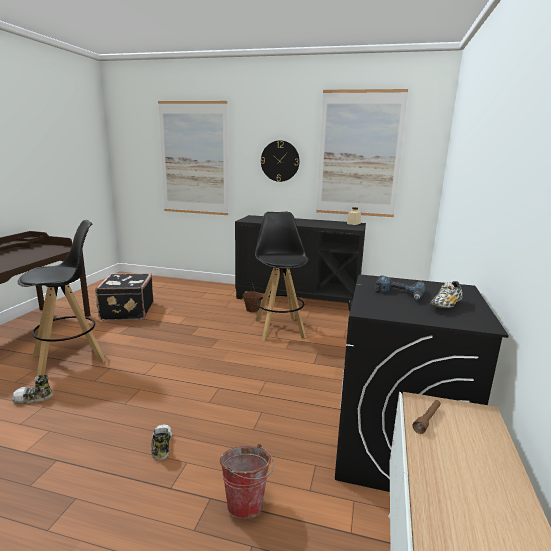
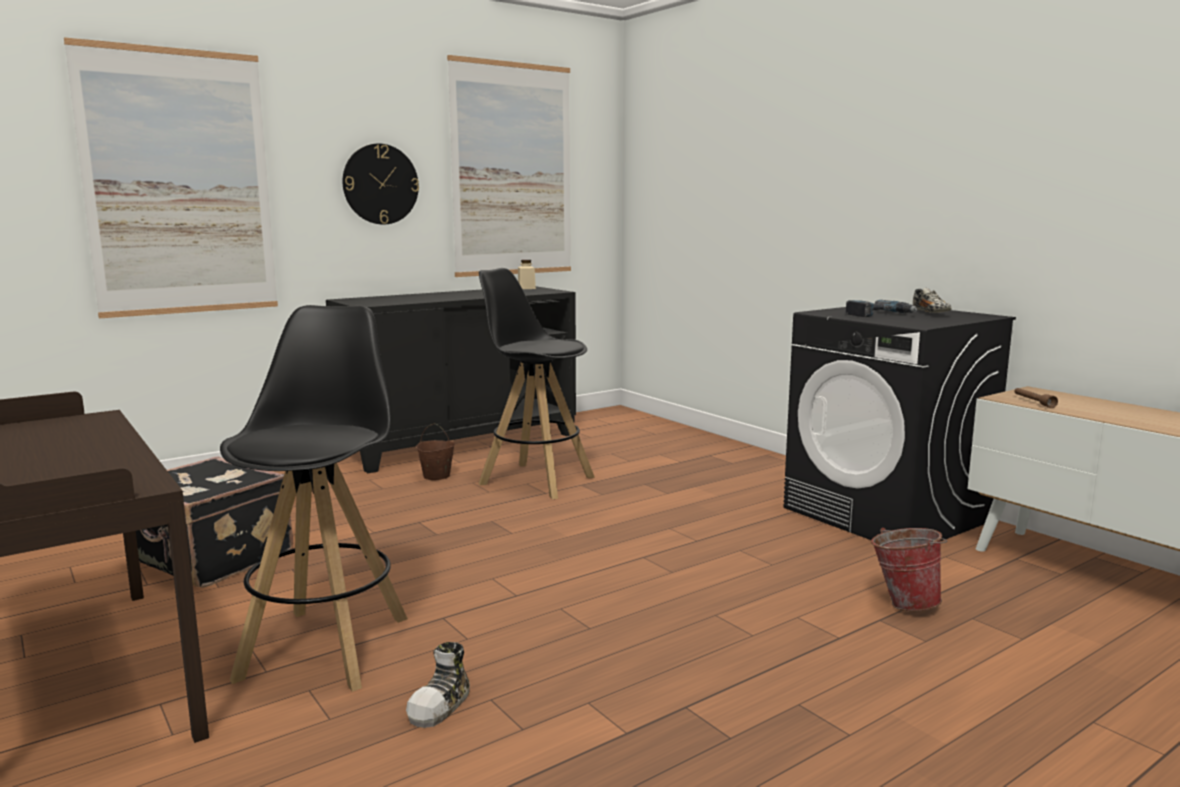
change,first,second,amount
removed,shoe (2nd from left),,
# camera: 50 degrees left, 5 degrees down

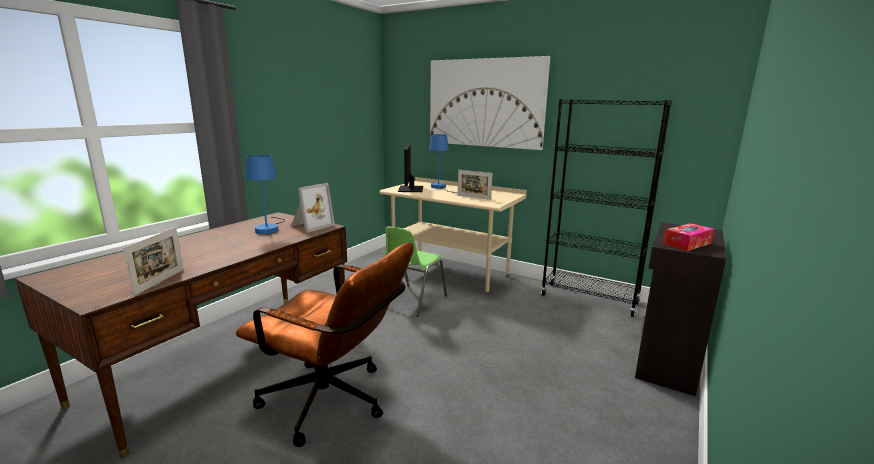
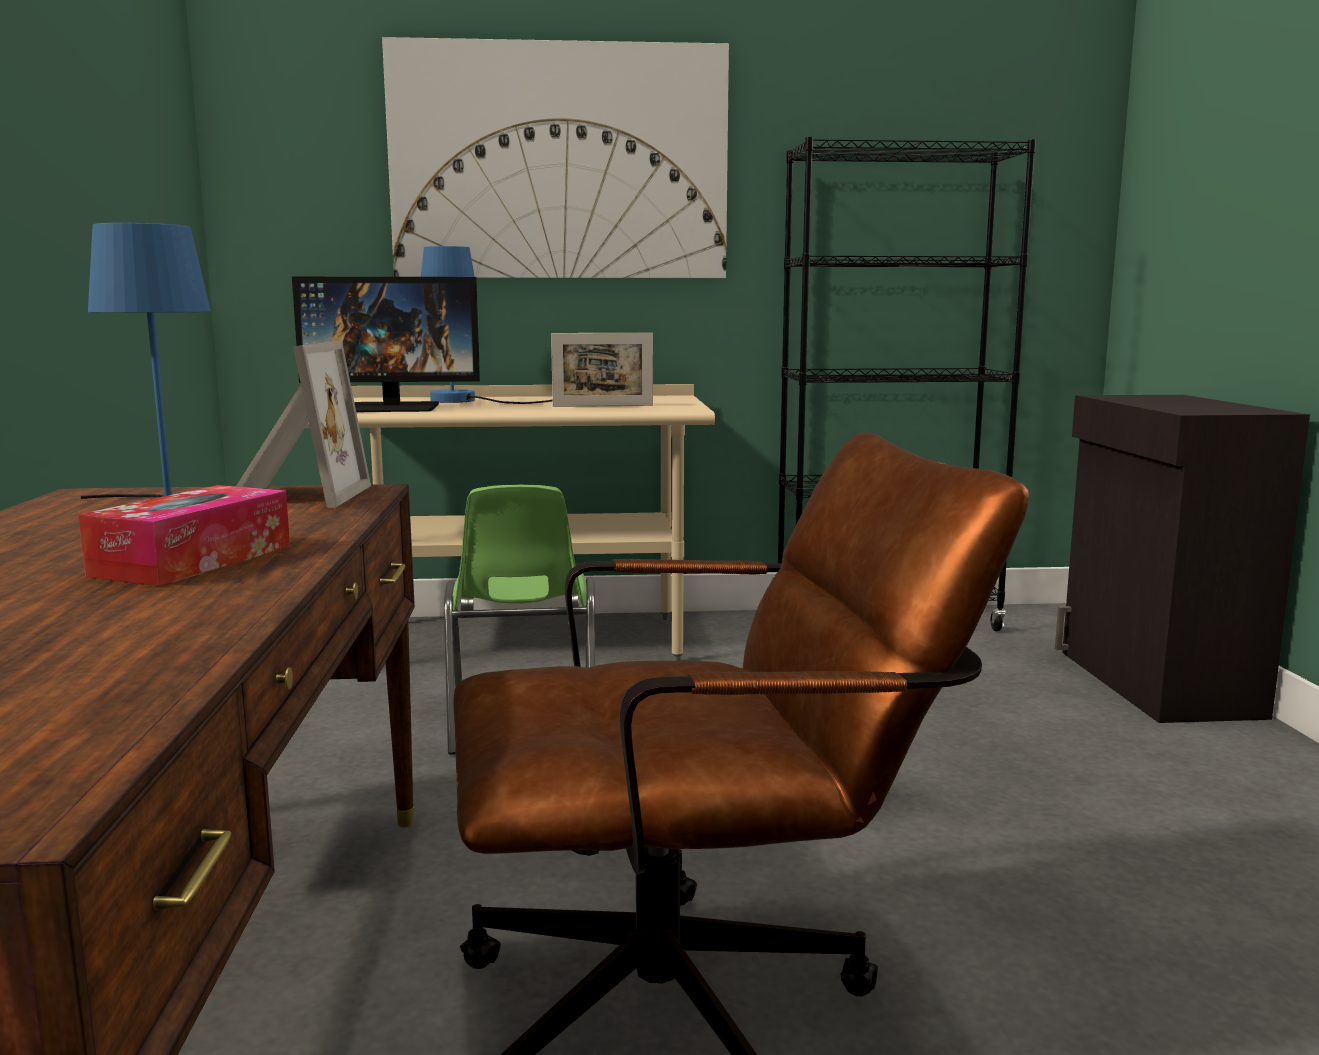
change,first,second,amount
turned,monitor,,60 degrees counterclockwise
moved,tissue box,,
removed,picture frame (1st from left),,
# camera: 35 degrees left, 5 degrees down

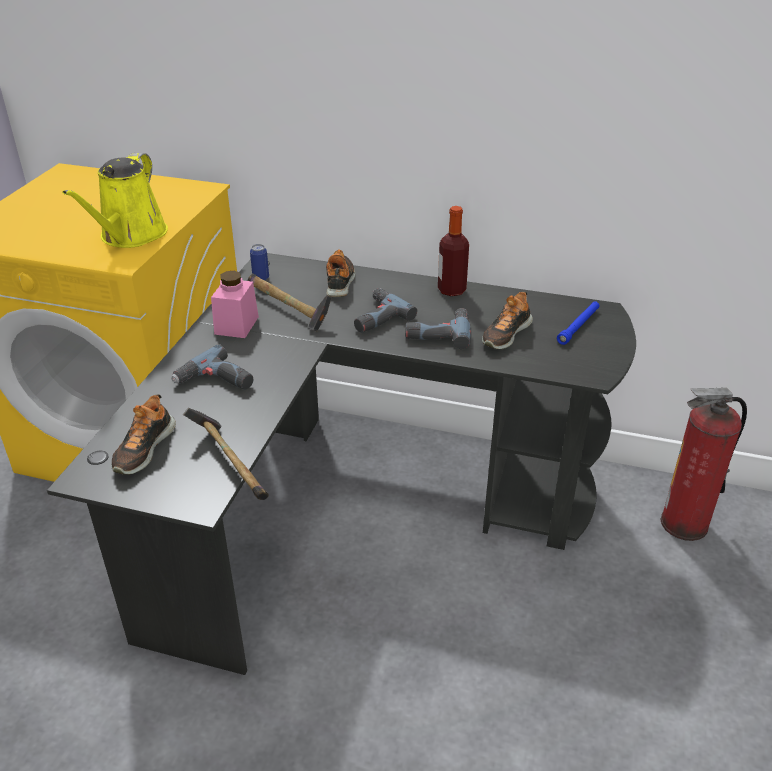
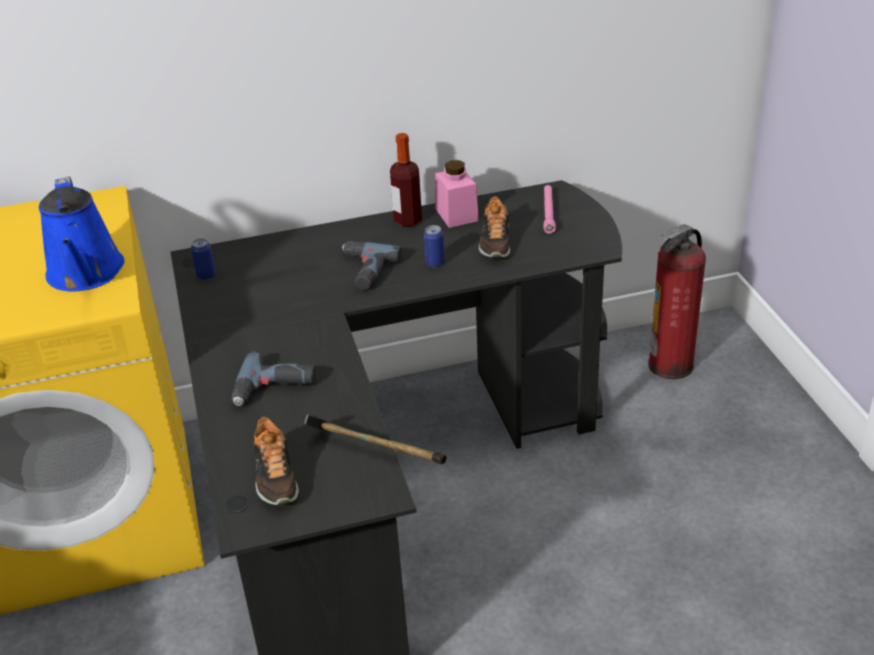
change,first,second,amount
recoloured,yellow watering can,blue watering can,
removed,shoe (2nd from left),,
moved,pink jar,,
removed,hammer (2nd from left),,
recoloured,blue flashlight,pink flashlight,
replaced,power drill (3rd from left),can (2nd from left),
# camera: 30 degrees left, 0 degrees up

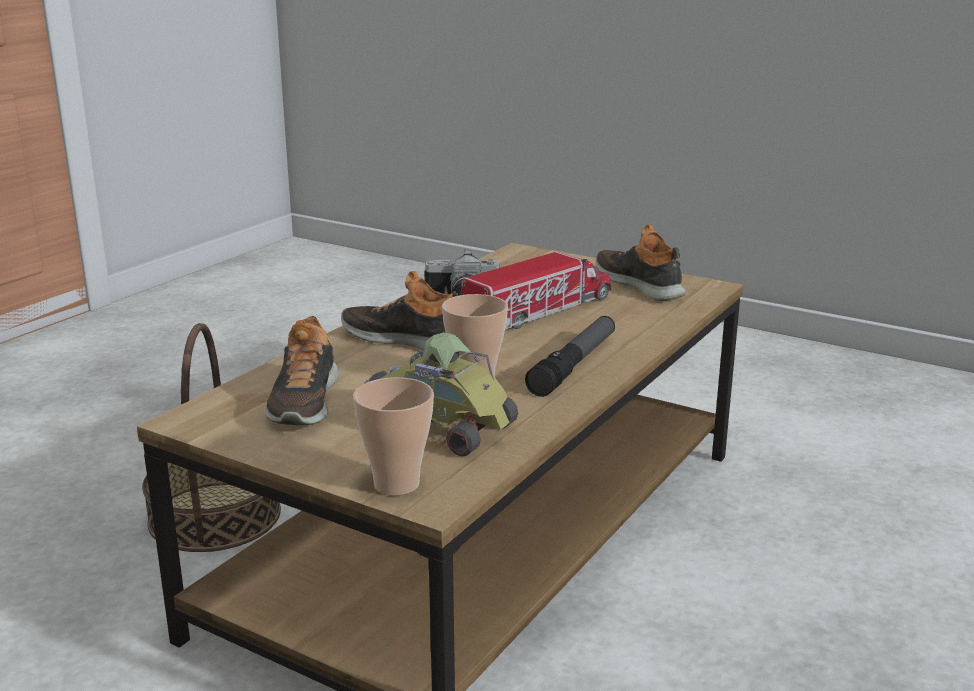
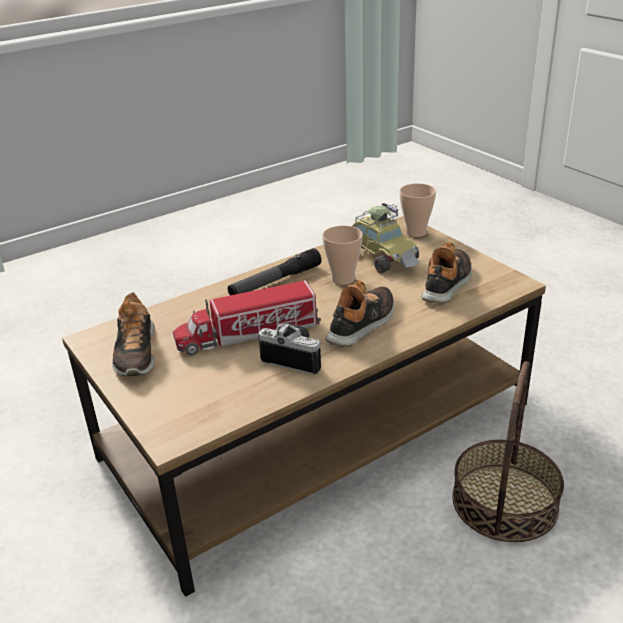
change,first,second,amount
turned,shoe (2nd from left),,105 degrees counterclockwise
# camera: 155 degrees left, 10 degrees up

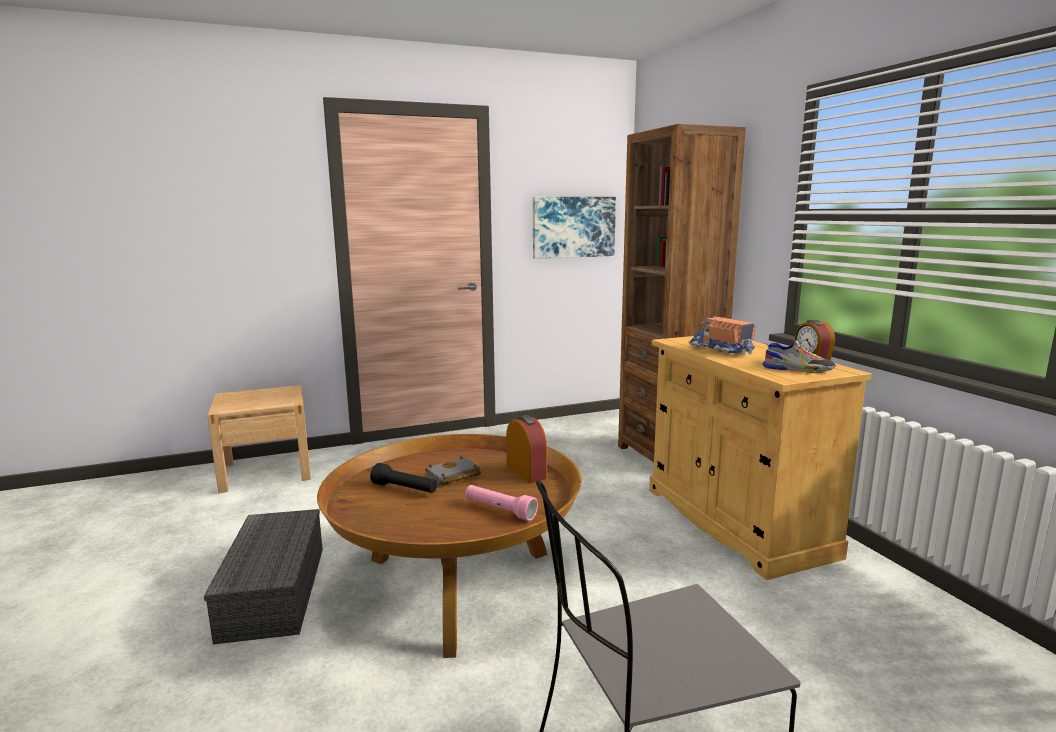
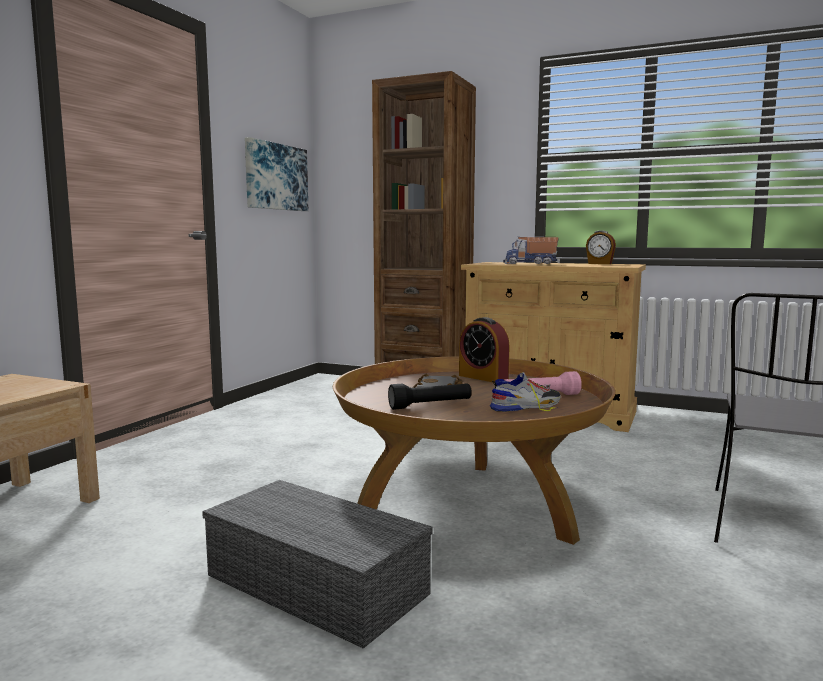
change,first,second,amount
moved,shoe,,
turned,alarm clock (1st from left),,150 degrees counterclockwise
# camera: 45 degrees left, 5 degrees down

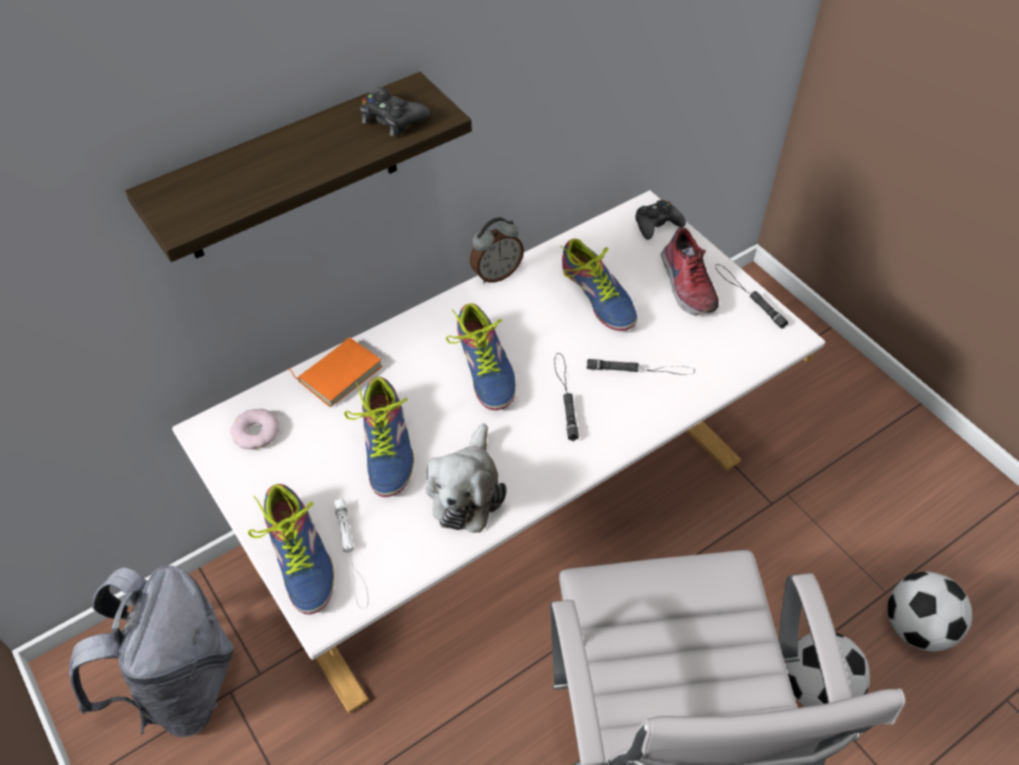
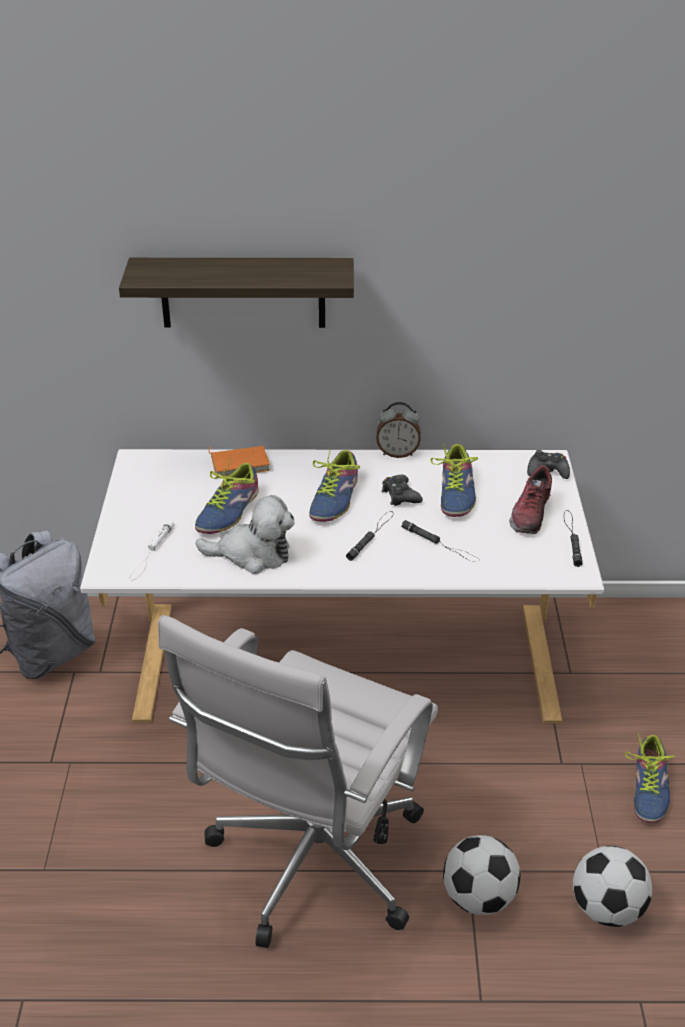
change,first,second,amount
moved,black game controller (1st from left),,
removed,donut,,
turned,plush toy,,135 degrees counterclockwise
moved,shoe (1st from left in the first image),shoe (5th from left),
# camera: 35 degrees right, 15 degrees down

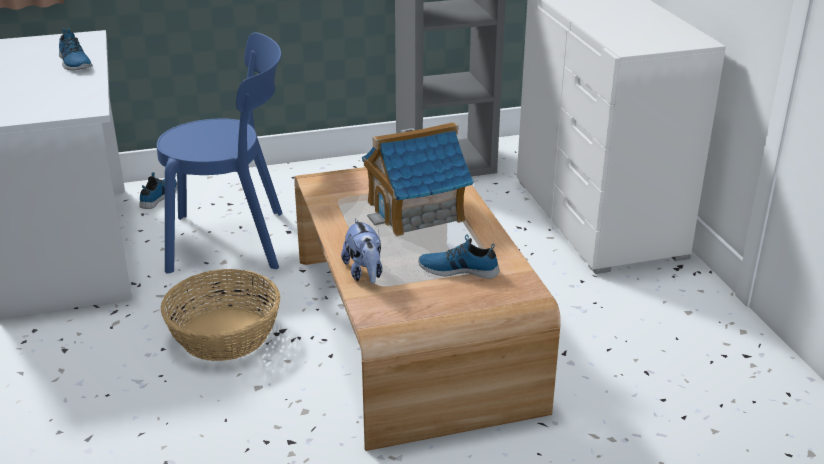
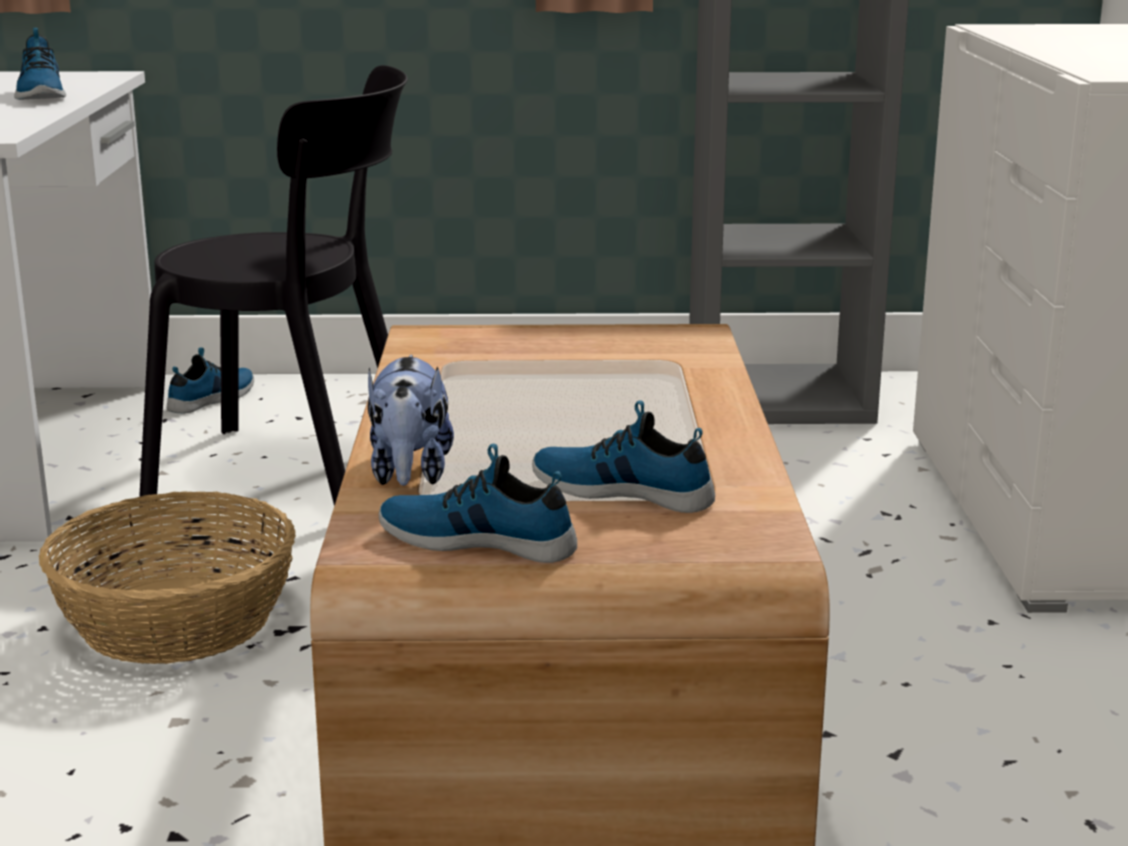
change,first,second,amount
recoloured,blue chair,black chair,
removed,toy house,,
added,,shoe (3rd from left),
# camera: 15 degrees right, 10 degrees down

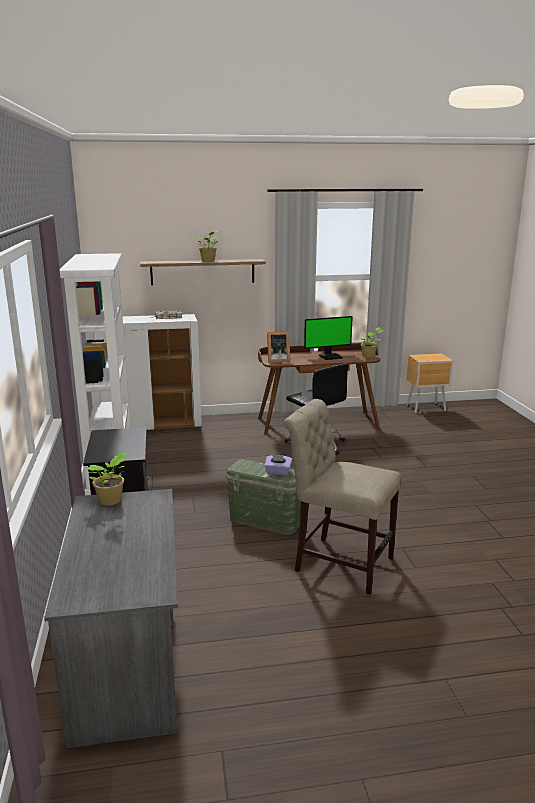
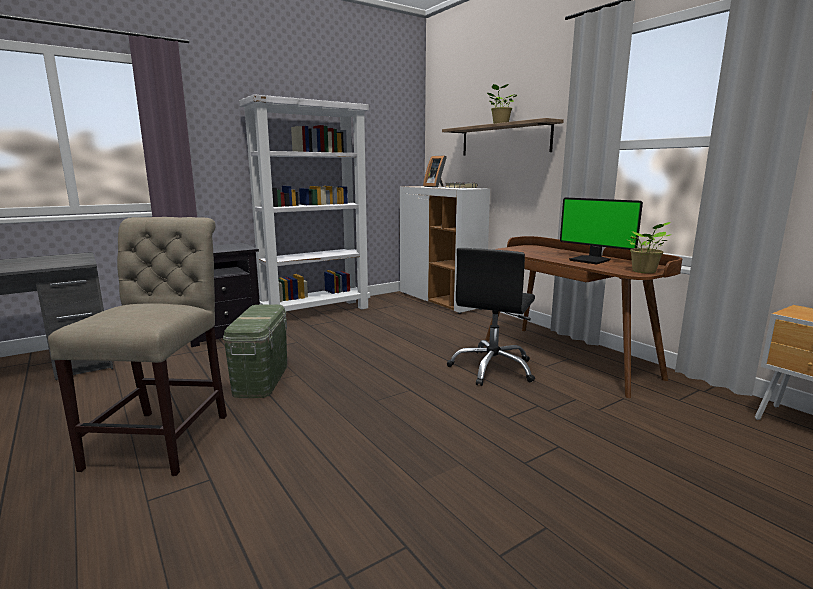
change,first,second,amount
moved,picture frame,,
removed,potted plant (1st from left),,
removed,purple tissue box,,
# camera: 65 degrees right, 5 degrees down

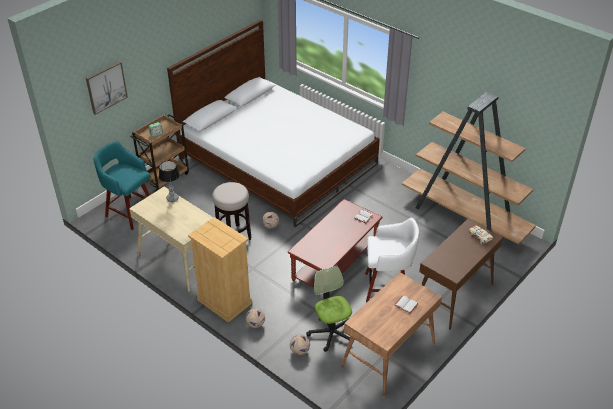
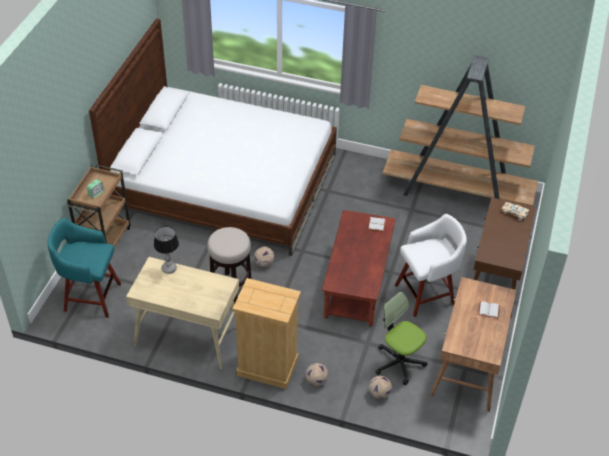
change,first,second,amount
removed,picture,,
# camera: 25 degrees left, 5 degrees up

